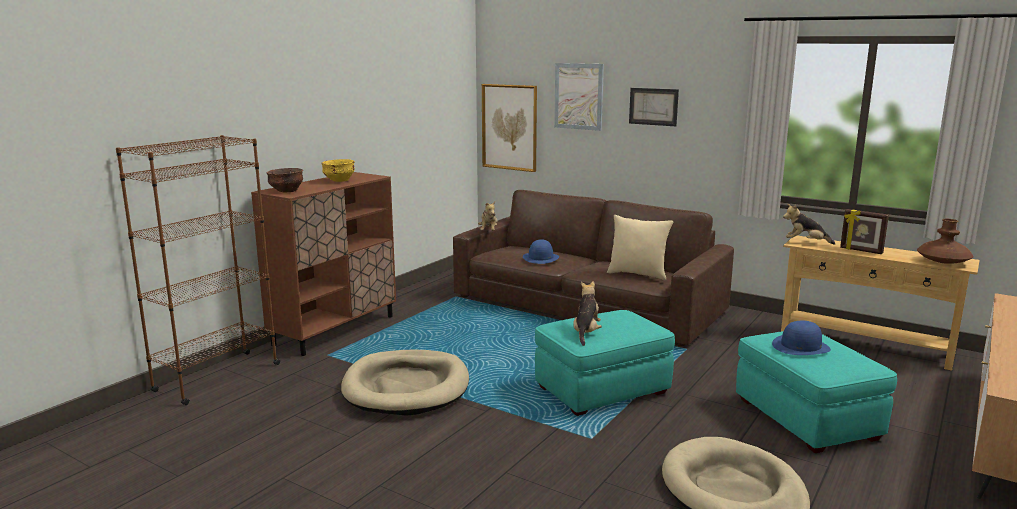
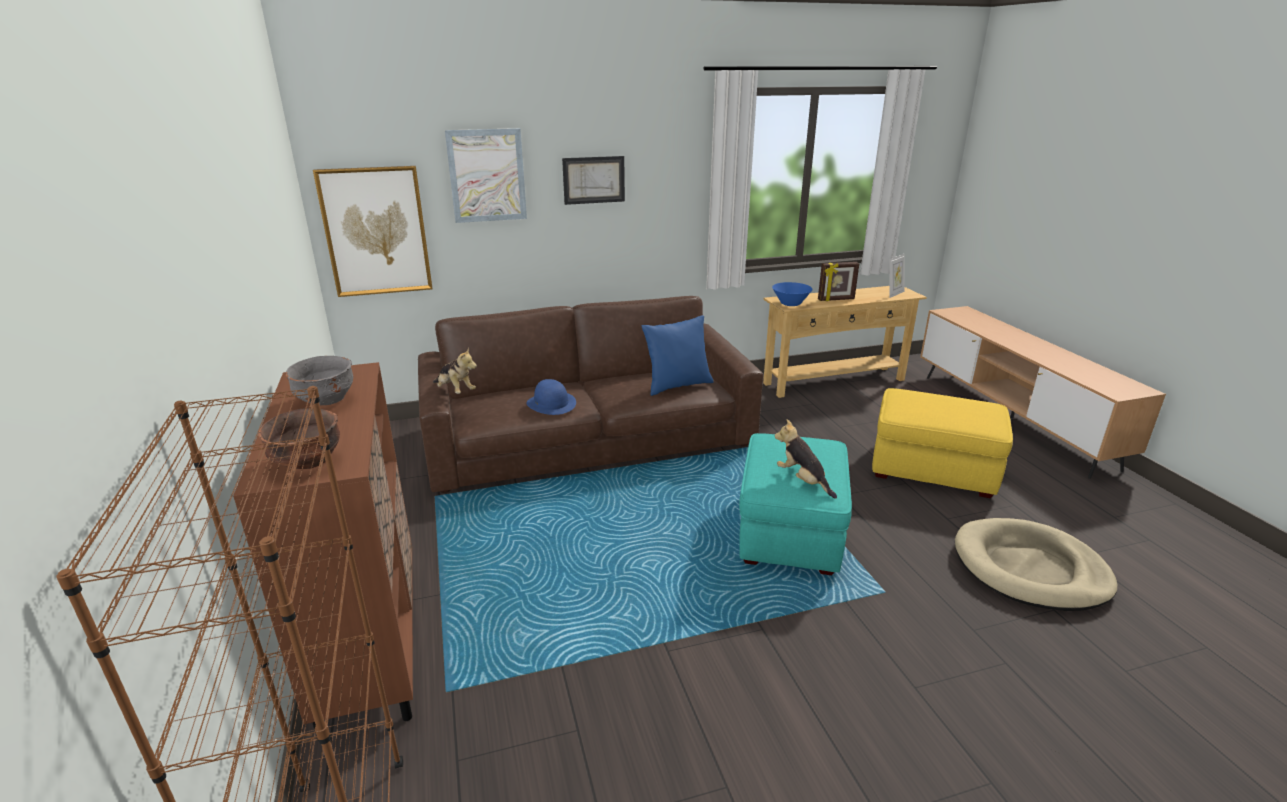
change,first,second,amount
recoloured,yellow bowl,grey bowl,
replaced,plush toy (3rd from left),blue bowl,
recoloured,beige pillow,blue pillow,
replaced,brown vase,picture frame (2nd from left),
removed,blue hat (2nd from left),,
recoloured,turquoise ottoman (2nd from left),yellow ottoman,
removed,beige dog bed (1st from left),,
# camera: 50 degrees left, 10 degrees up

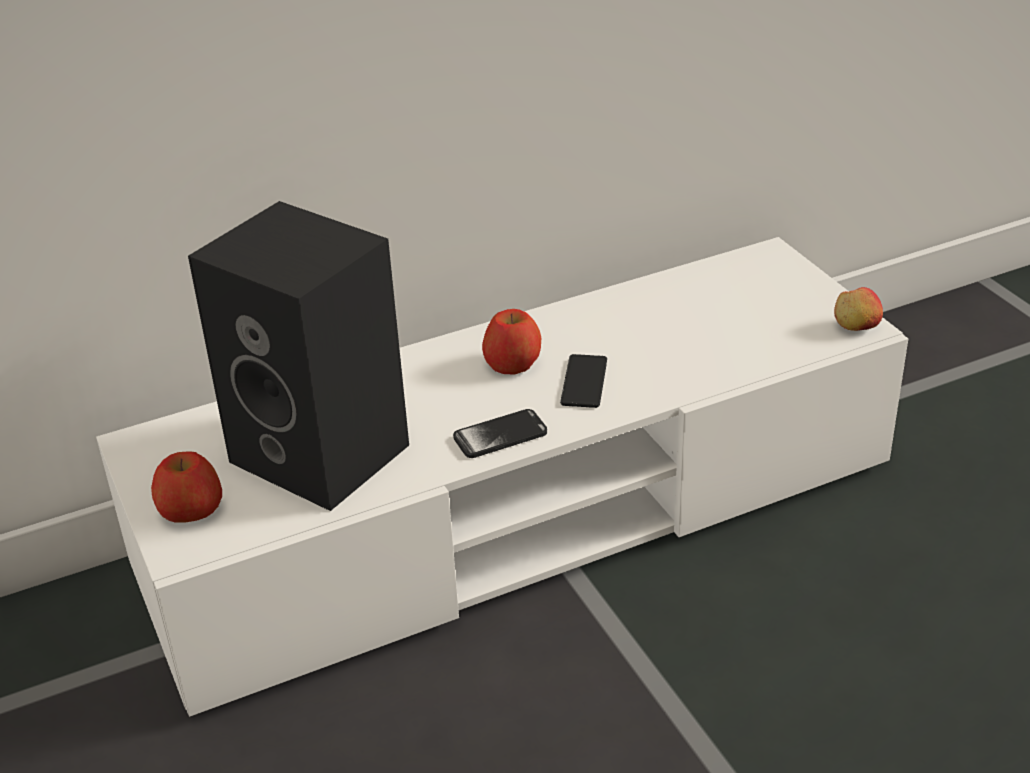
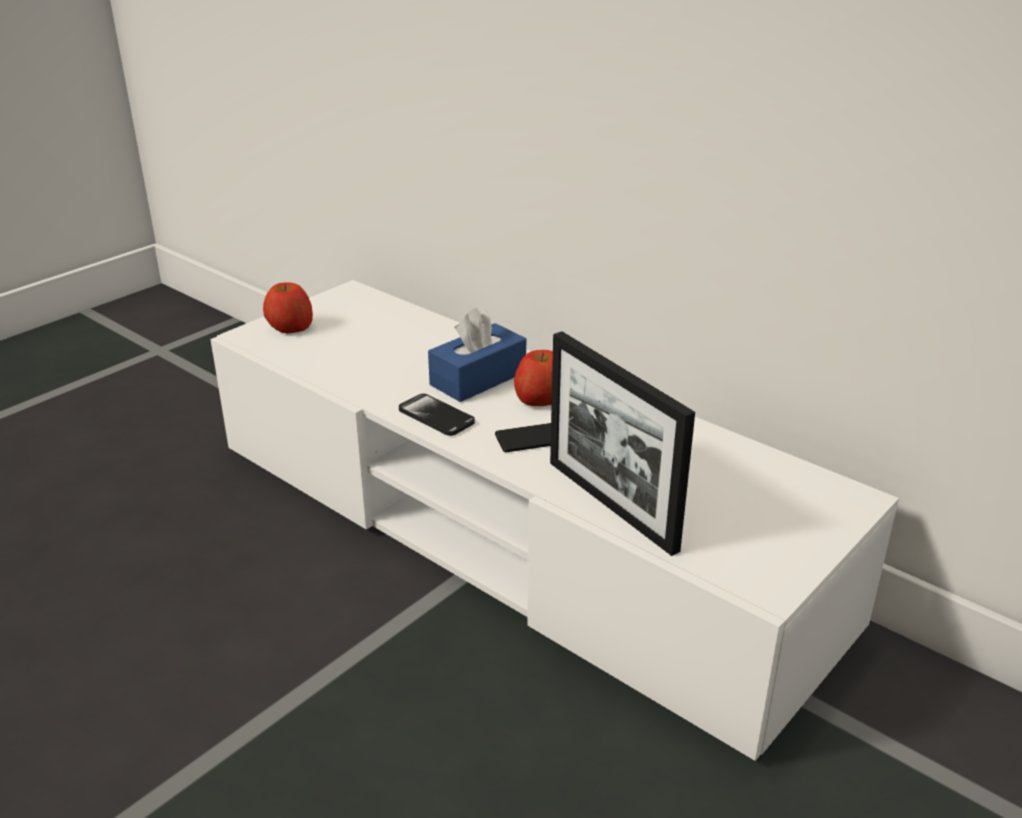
change,first,second,amount
removed,black speaker,,
removed,apple (3rd from left),,
added,,blue tissue box,
added,,picture frame,
# camera: 65 degrees right, 5 degrees down

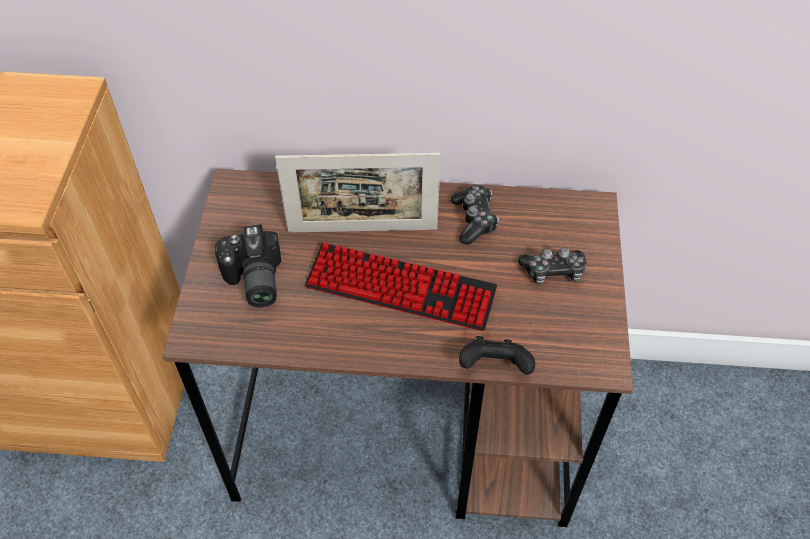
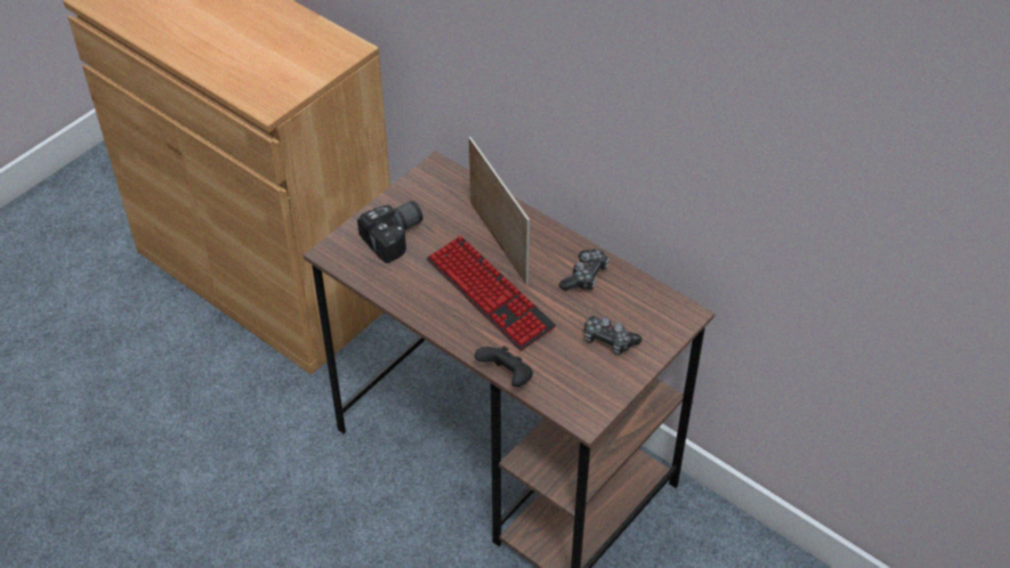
change,first,second,amount
turned,picture frame,,150 degrees counterclockwise
turned,photo camera,,150 degrees counterclockwise
# camera: 35 degrees right, 5 degrees down

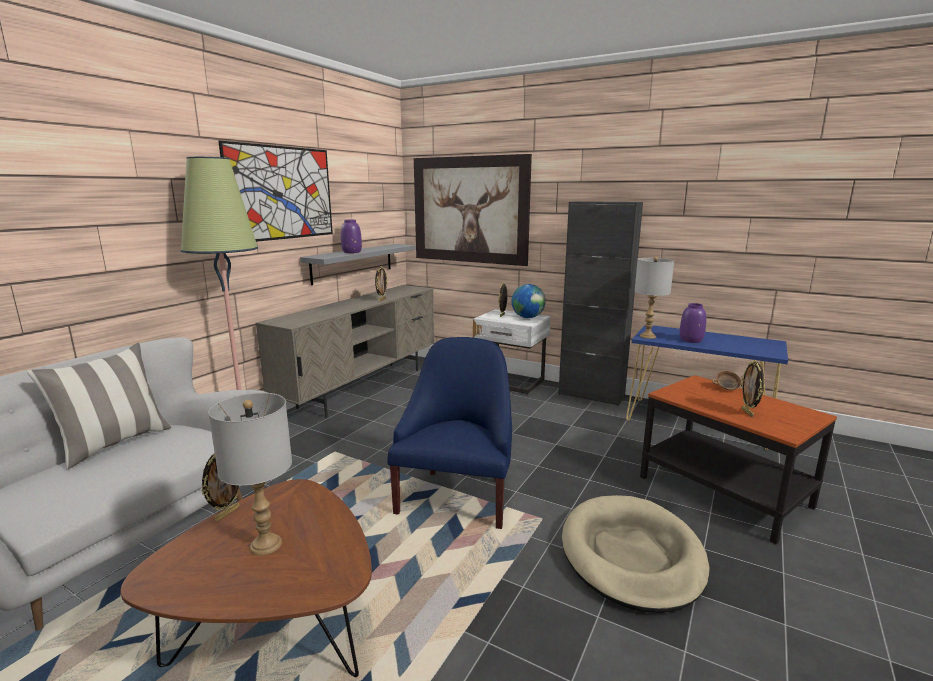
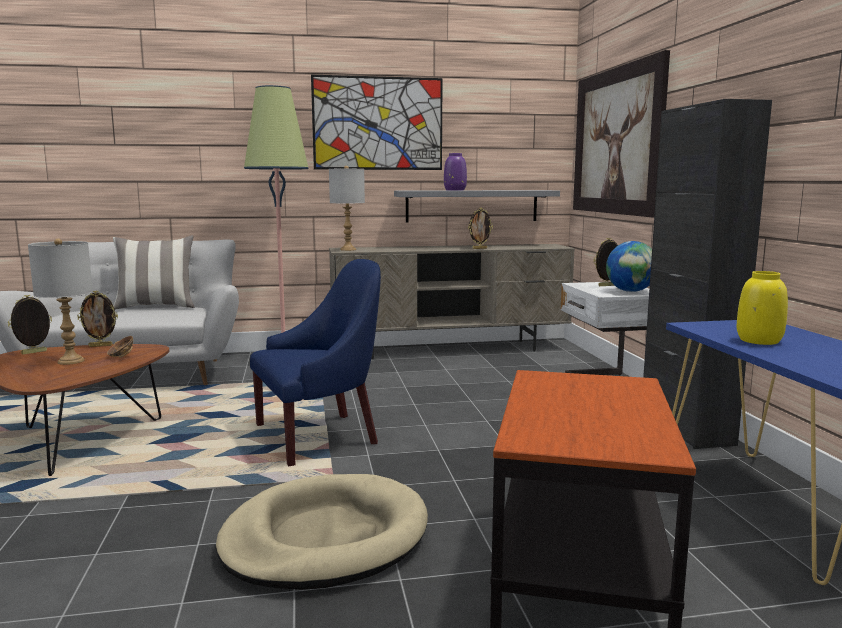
change,first,second,amount
moved,grey table lamp (2nd from left),,
recoloured,purple vase (2nd from left),yellow vase,
moved,picture frame (4th from left in the first image),picture frame (1st from left),
moved,bowl,,
# camera: 50 degrees right, 5 degrees down

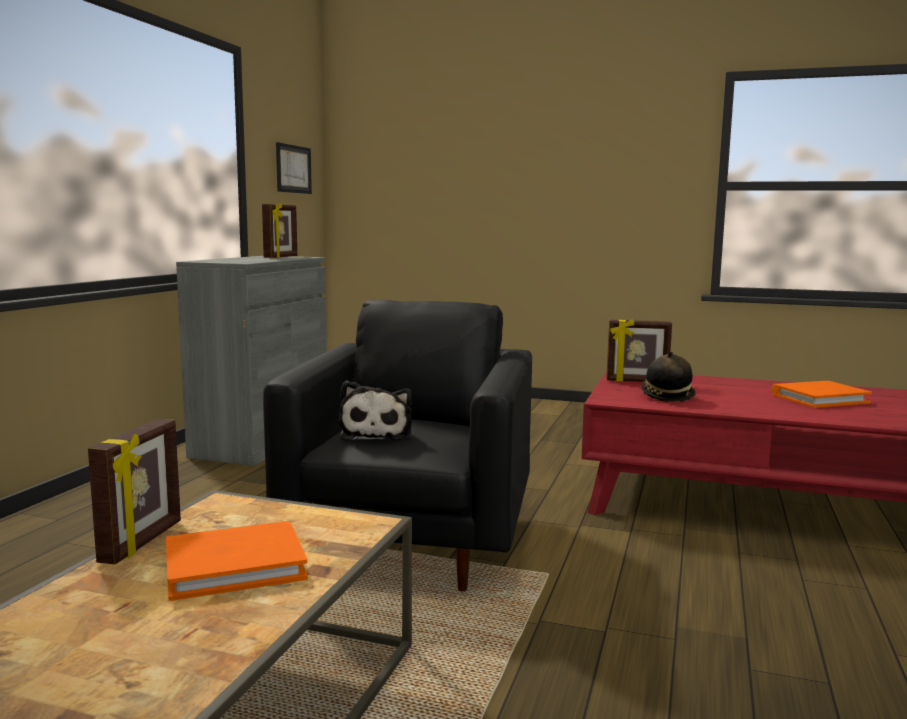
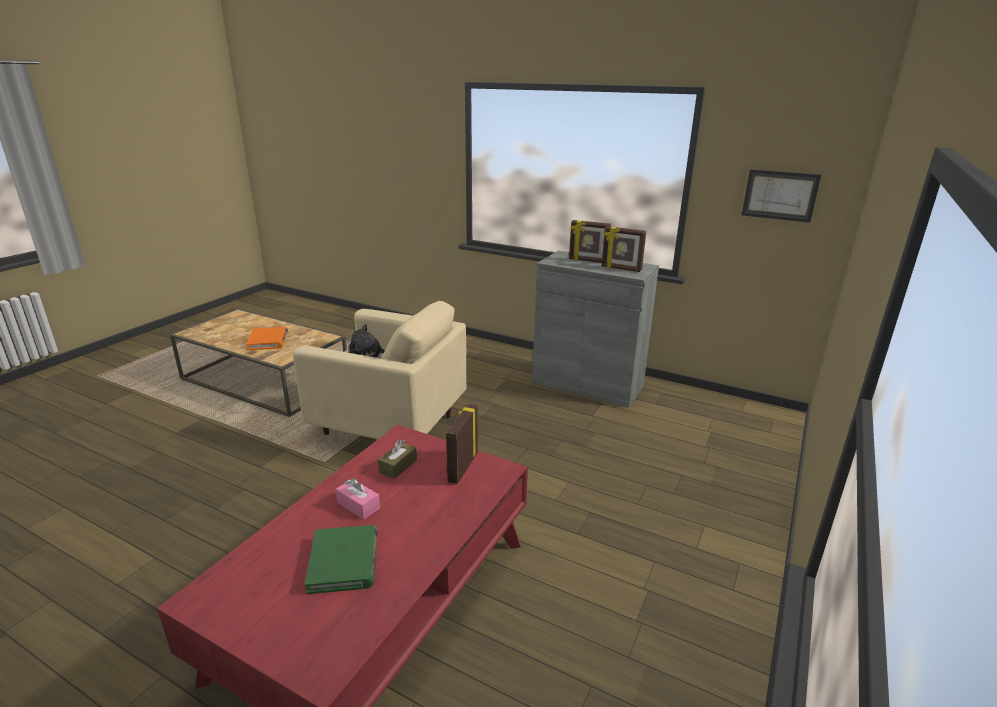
change,first,second,amount
recoloured,black armchair,beige armchair,
replaced,hat,brown tissue box,
recoloured,orange book (2nd from left),green book,
moved,picture frame (1st from left in the first image),picture frame (2nd from left),
added,,pink tissue box,
# camera: 100 degrees right, 15 degrees up

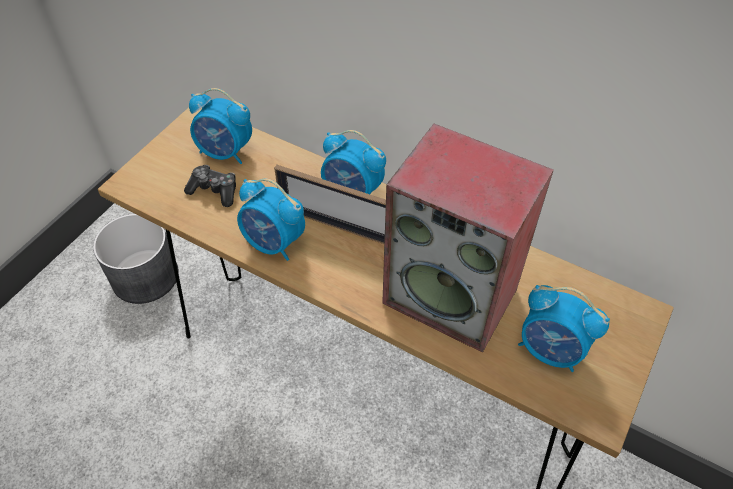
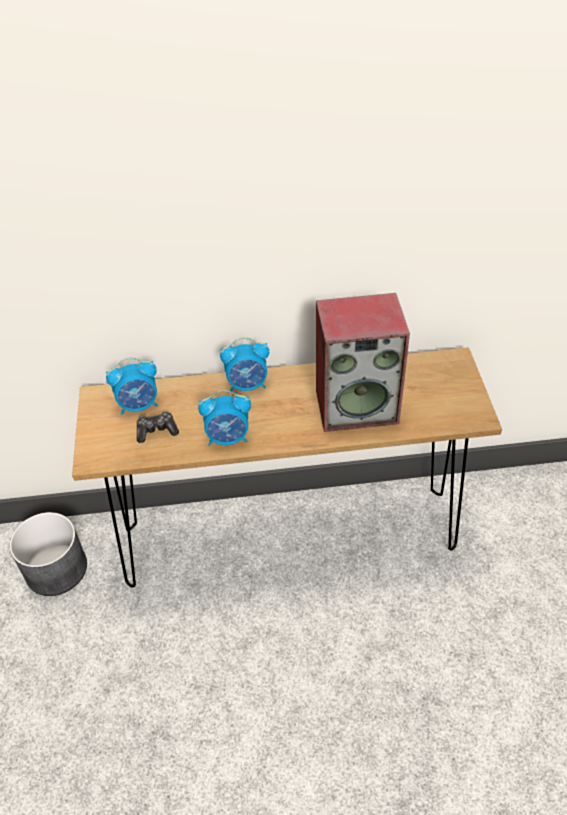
change,first,second,amount
removed,picture frame,,
removed,alarm clock (4th from left),,
# camera: 35 degrees left, 5 degrees down

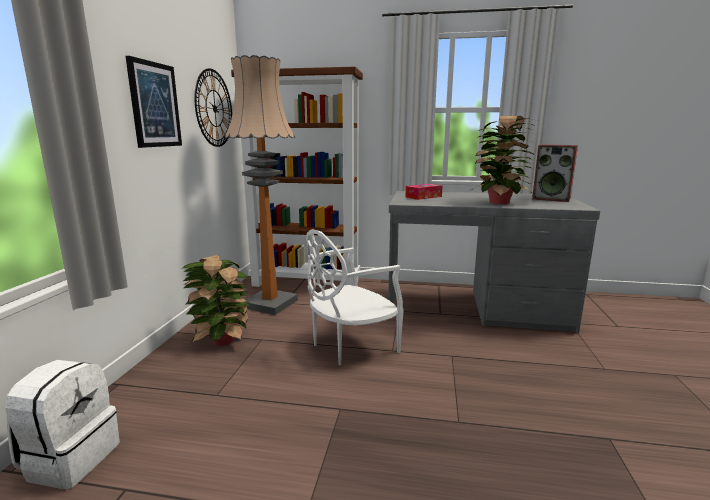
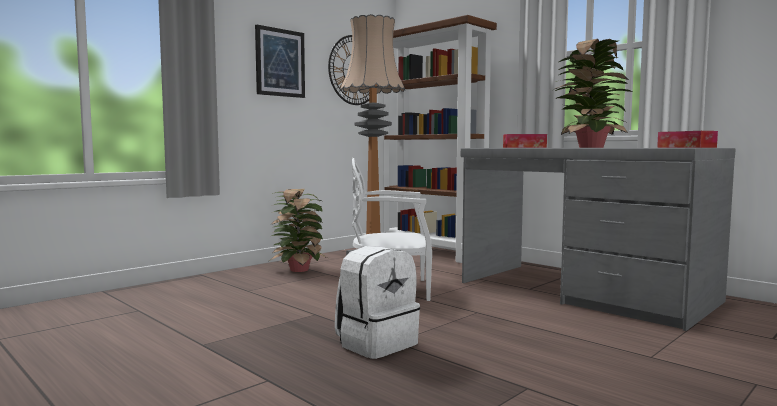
change,first,second,amount
replaced,speaker,tissue box (2nd from left),
moved,white backpack,,
# camera: 35 degrees right, 10 degrees down

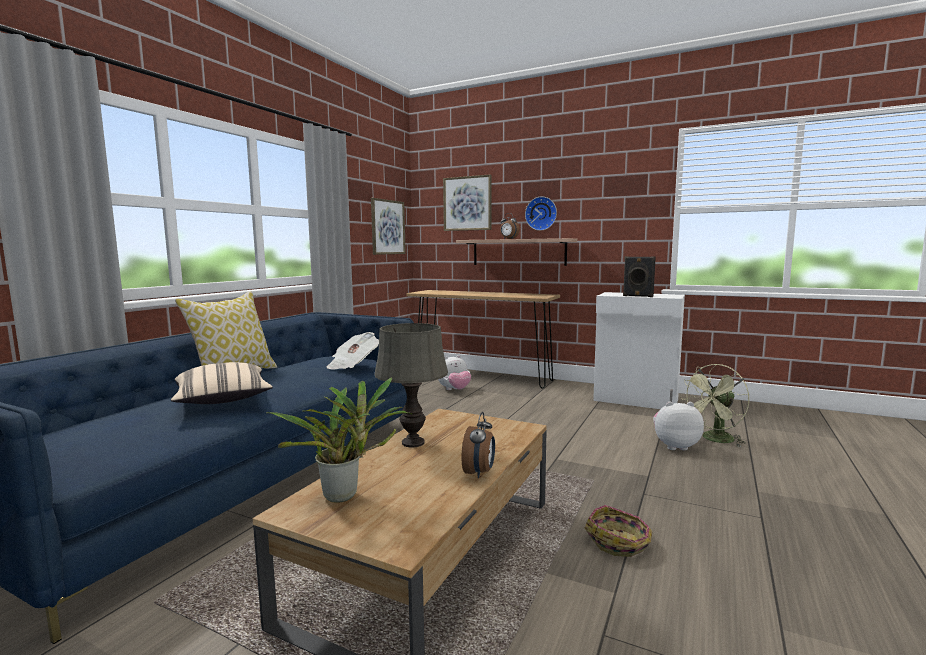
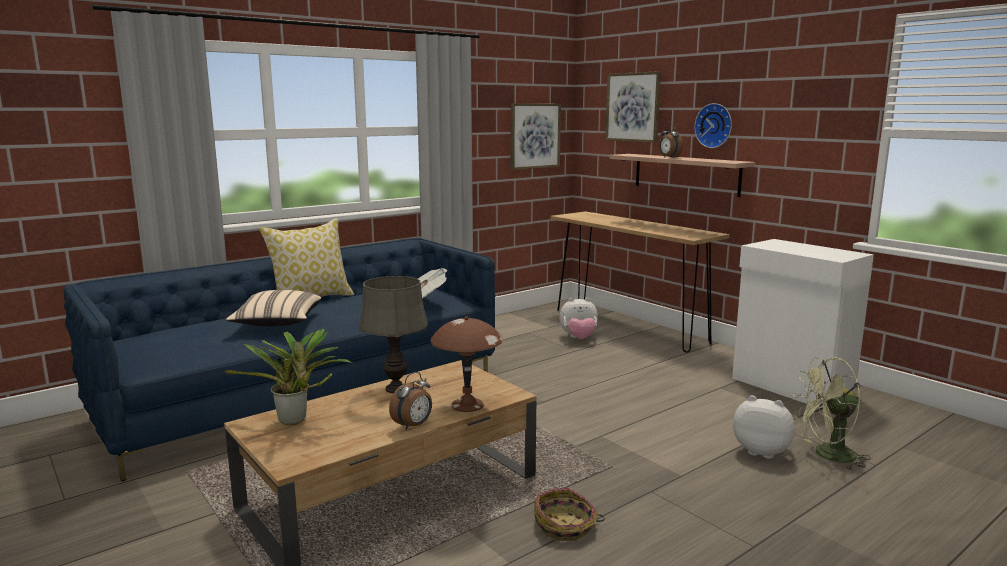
change,first,second,amount
removed,black speaker,,
added,,brown table lamp,
# camera: 25 degrees right, 5 degrees up

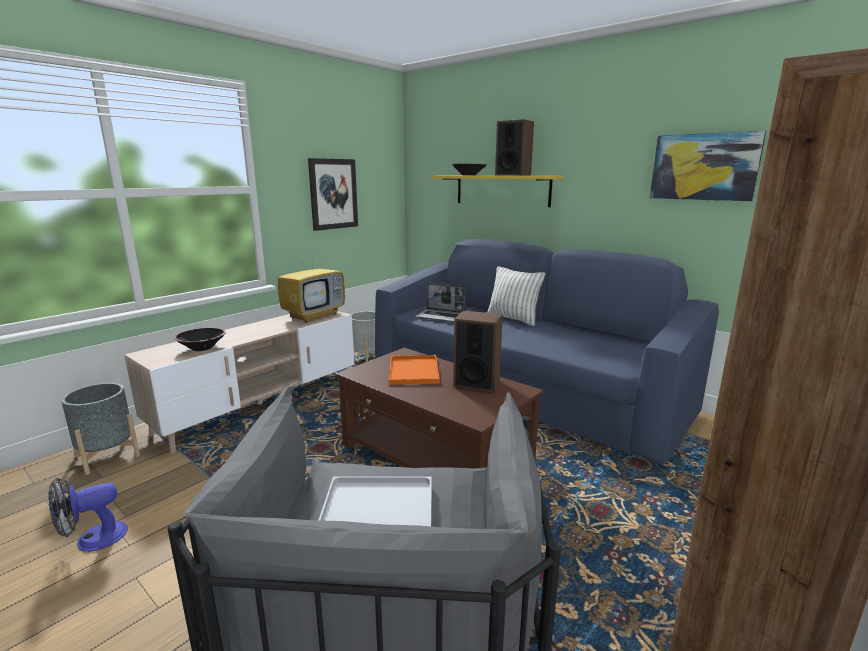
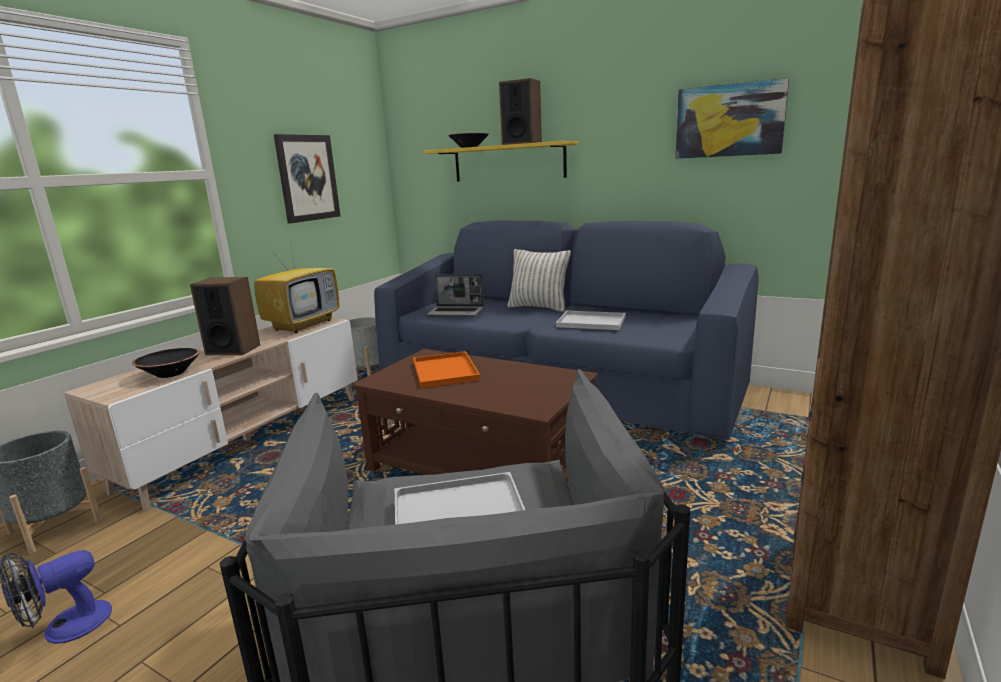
change,first,second,amount
moved,speaker (1st from left),,
added,,white tray (2nd from left),
# camera: 10 degrees left, 0 degrees up

